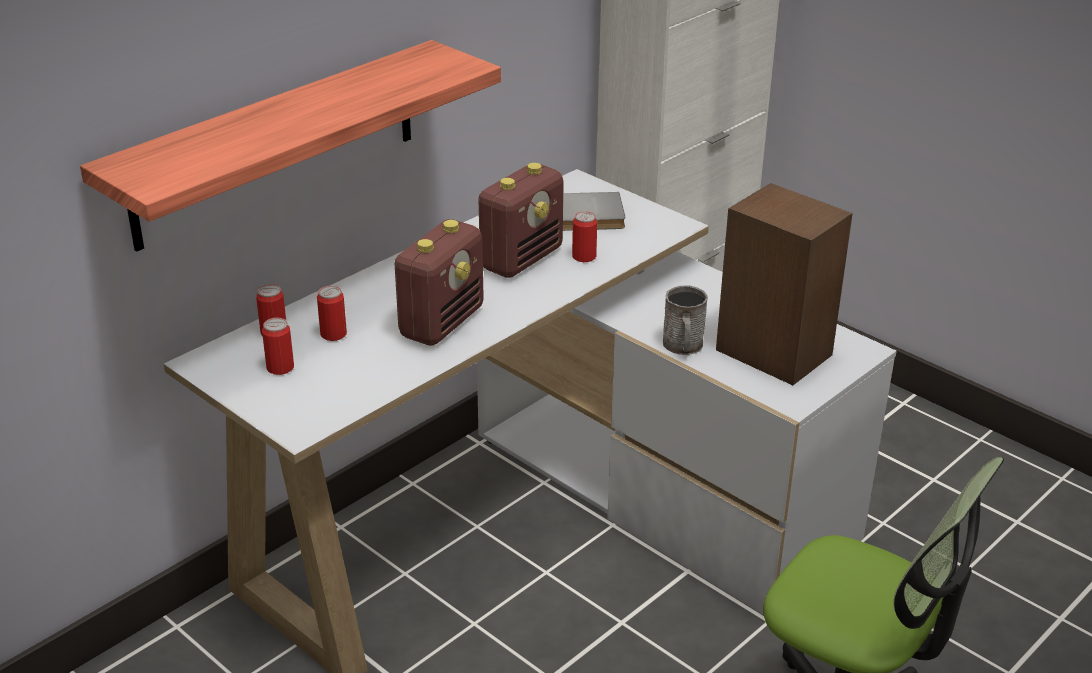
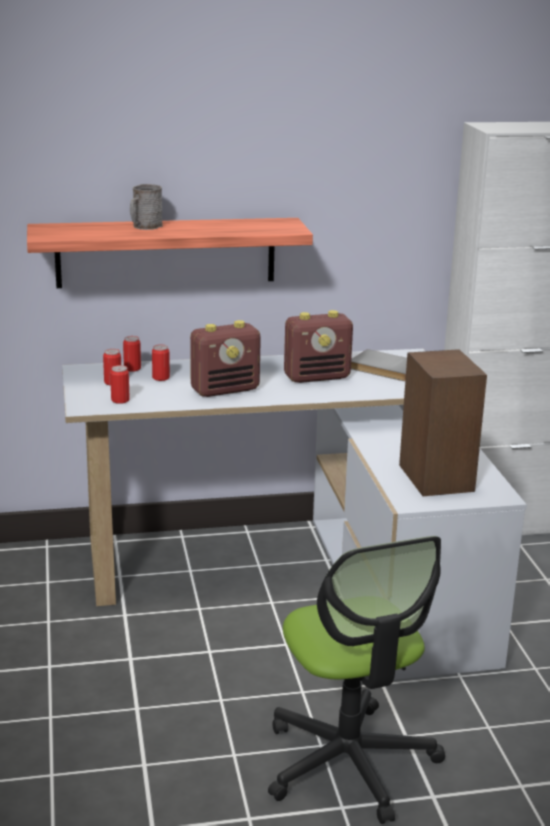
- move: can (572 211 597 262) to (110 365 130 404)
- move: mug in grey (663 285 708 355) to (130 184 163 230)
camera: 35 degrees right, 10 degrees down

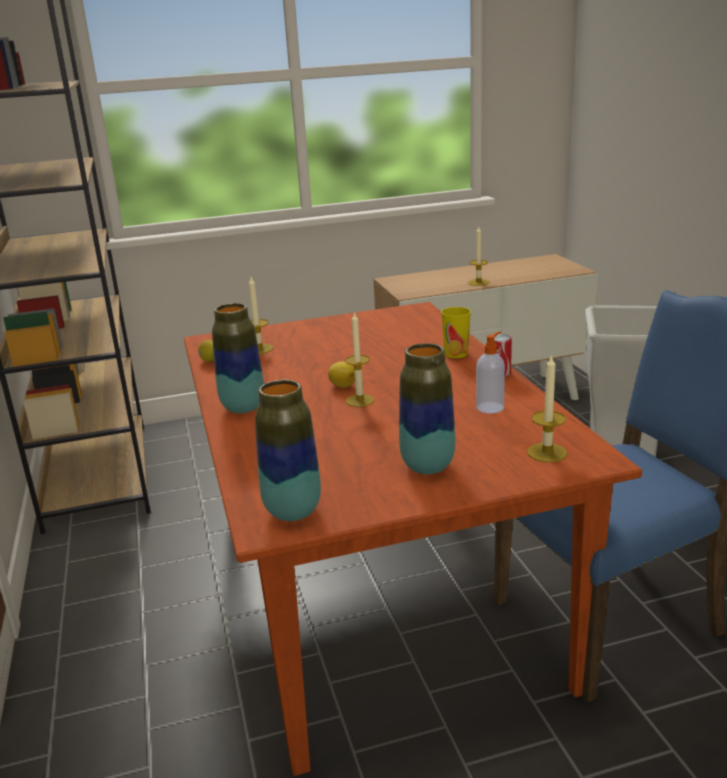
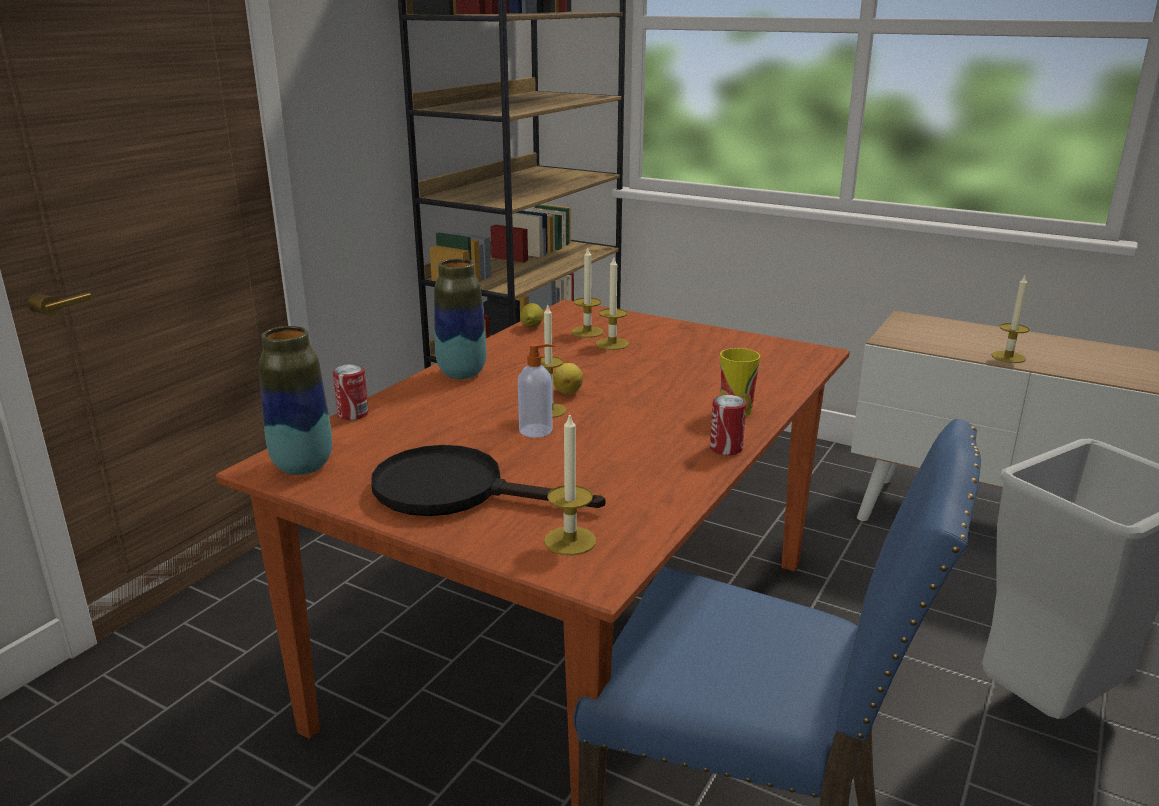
- insert: can (333 364 369 420)
- insert: candle (596 257 629 350)
- move: soap dispenser (476 332 505 413) to (518 343 555 438)
- replace: vase (399 343 455 474) to frying pan in black (371 445 605 516)
camera: 45 degrees right, 0 degrees up

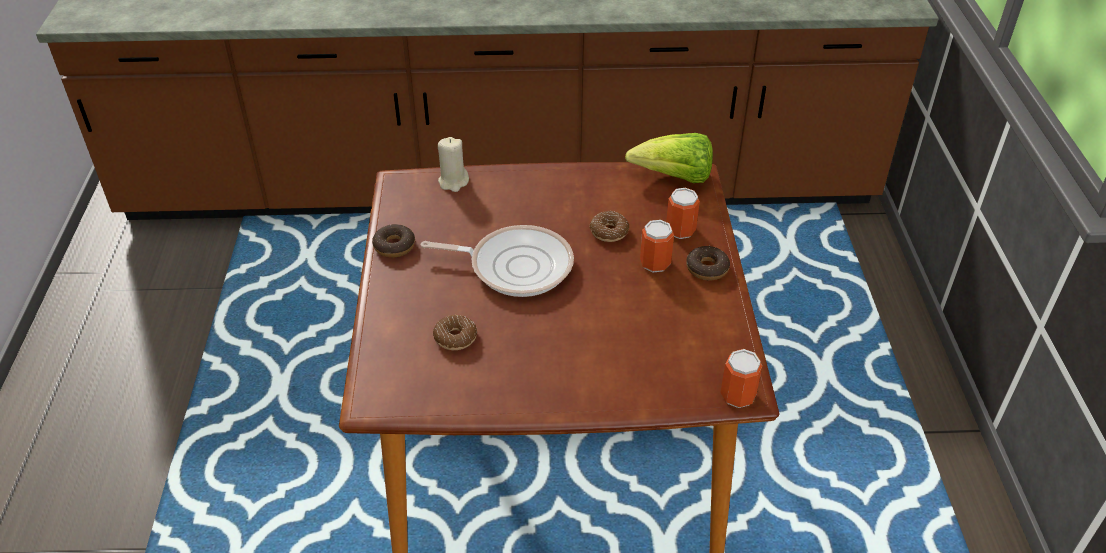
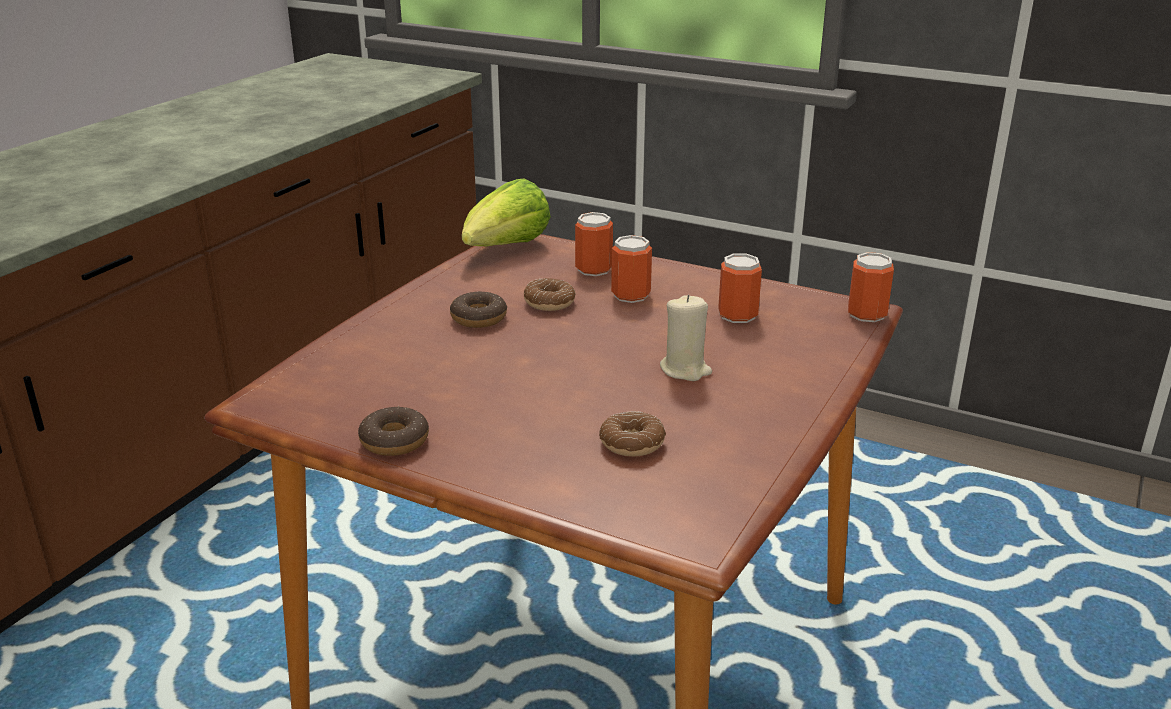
- delete: frying pan (421 225 574 297)
- insert: can (718 254 762 323)
- move: candle in beige (438 137 469 192) to (660 295 712 381)
- move: donut (686 245 730 280) to (450 291 507 328)
camera: 60 degrees left, 15 degrees down

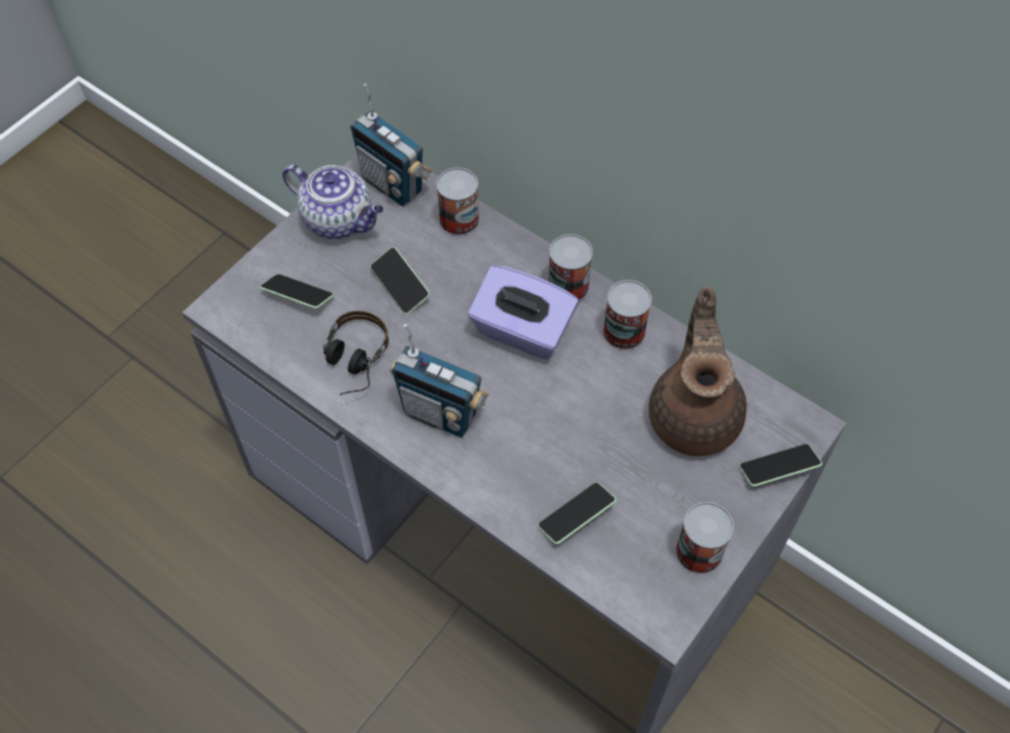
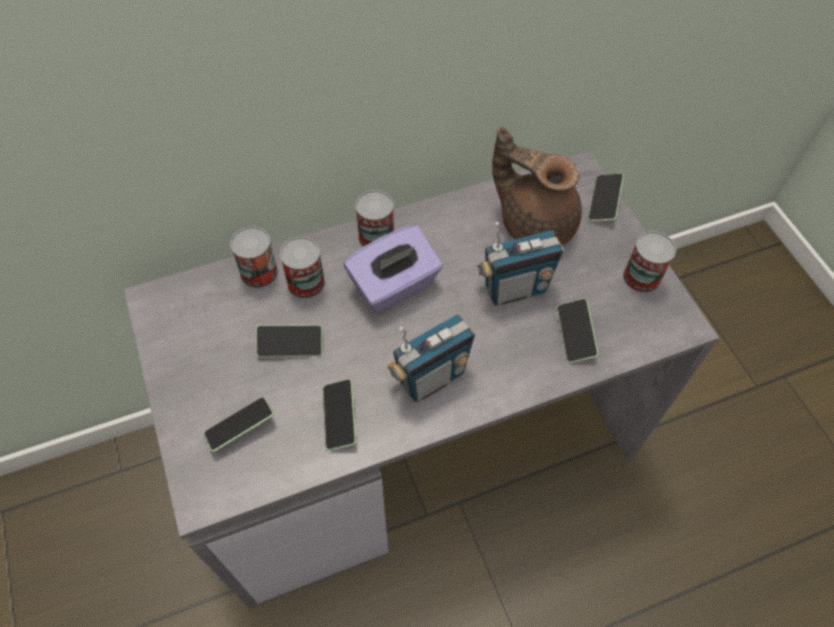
- delete: teapot (283 164 384 239)
- move: radio (351 84 432 206) to (477 222 564 306)
- move: can (603 280 652 350) to (280 237 325 299)
- replace: headphones (323 311 389 395) to phone (323 379 356 451)
camera: 60 degrees left, 0 degrees up

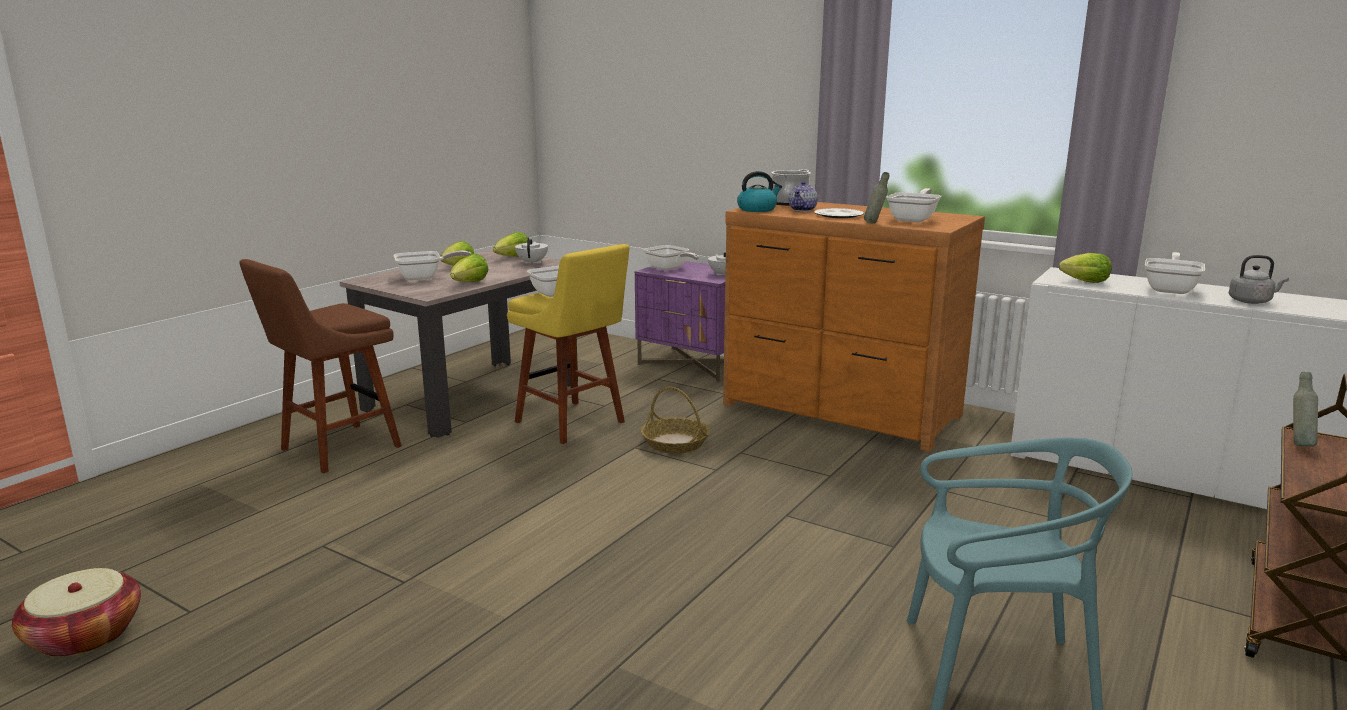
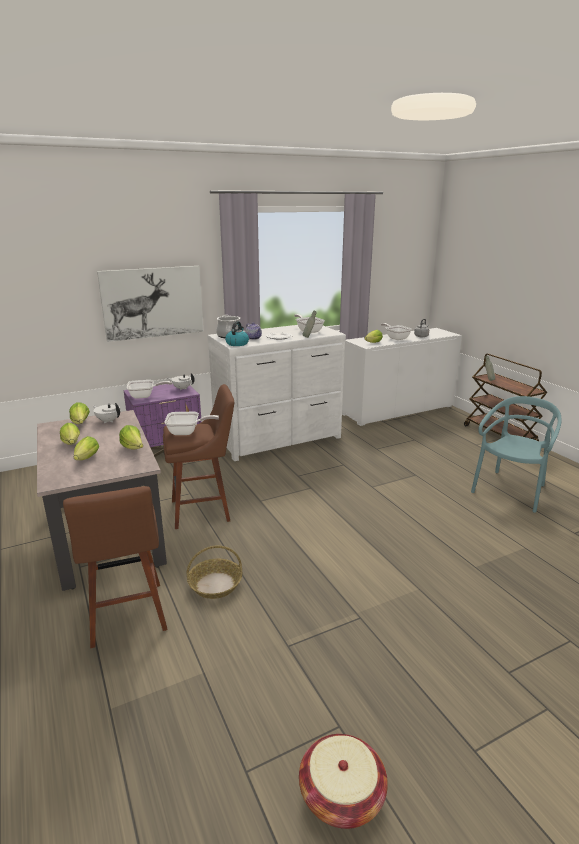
- insert: picture (97 266 204 342)
- move: basket (641 387 710 454) to (187 545 242 599)
- replace: frying pan (393 251 471 280) to lettuce (74 436 99 460)
- recolor: stool in yellow (507 244 629 444) to stool in brown (163 384 234 529)
- recolor: dresser in brown (723 202 985 451) to dresser in white (207 325 346 461)
camera: 60 degrees left, 5 degrees up

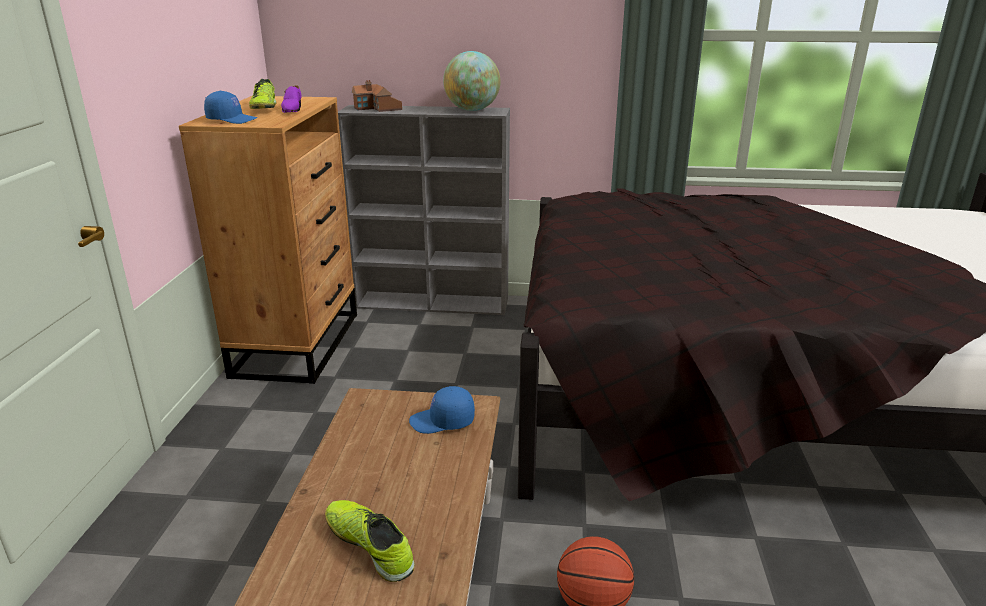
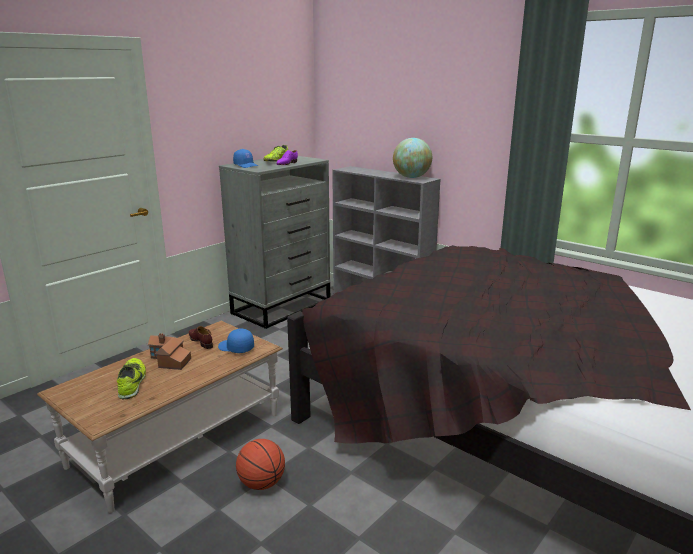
- insert: shoe in brown (189 326 213 349)
- move: toy house (352 80 402 112) to (148 333 191 370)
- recolor: dresser in brown (179 96 357 384) to dresser in grey (219 156 330 329)
camera: 35 degrees right, 5 degrees down

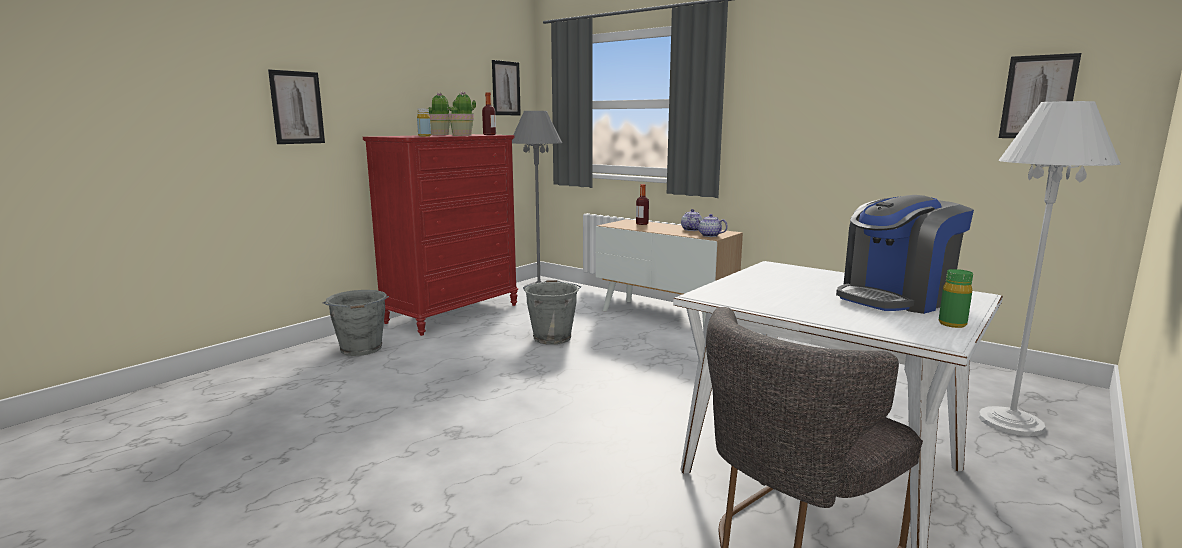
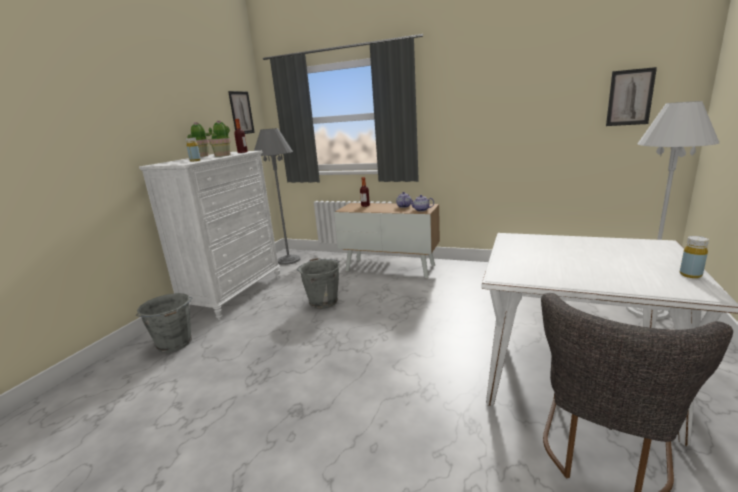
- delete: picture (268 69 325 144)
- delete: coffee machine (836 195 974 314)
- recolor: dresser in red (363 134 518 336) to dresser in white (139 151 280 320)
- recolor: bottle in green (939 269 973 328) to bottle in yellow (680 236 709 278)
camera: 15 degrees left, 5 degrees up

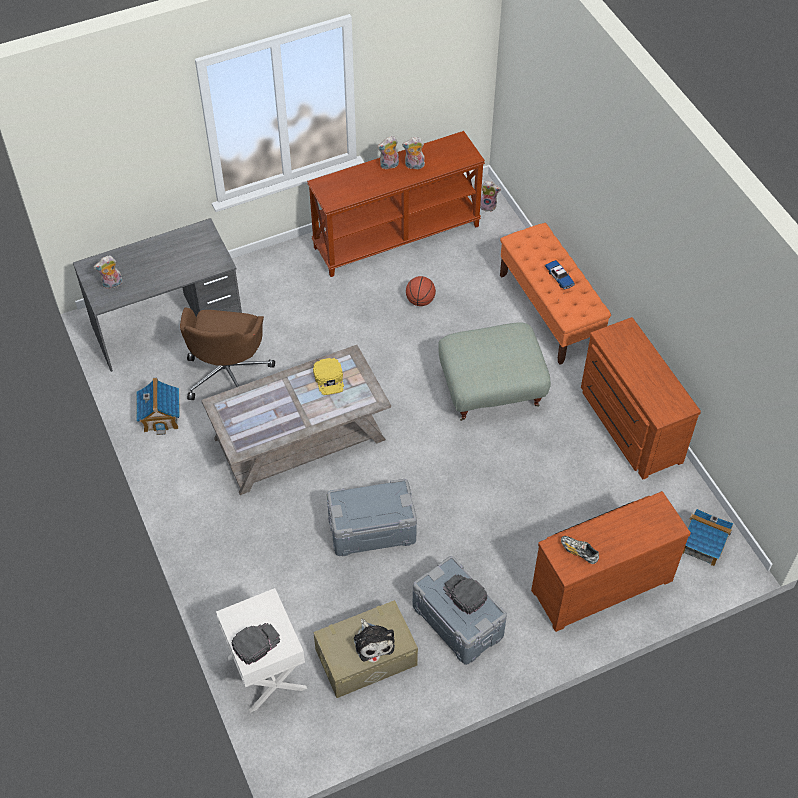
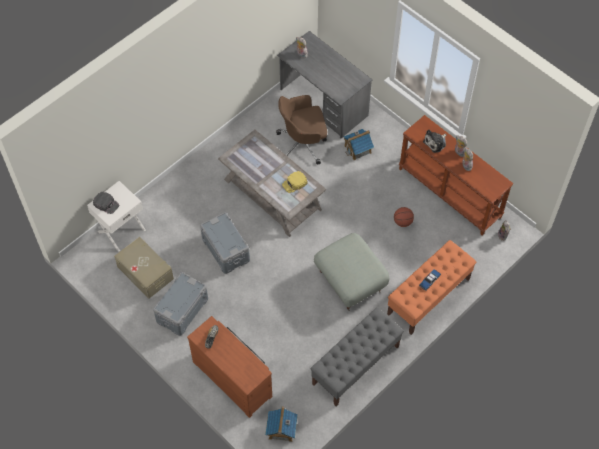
- delete: cap in black (443 574 487 615)
- move: toy house (136 378 180 435) to (343 129 374 160)
- move: plush toy (354 619 395 662) to (423 130 446 153)
- replace: dresser in brown (581 317 701 479) to bench in grey (310 307 404 406)
camera: 70 degrees right, 5 degrees up

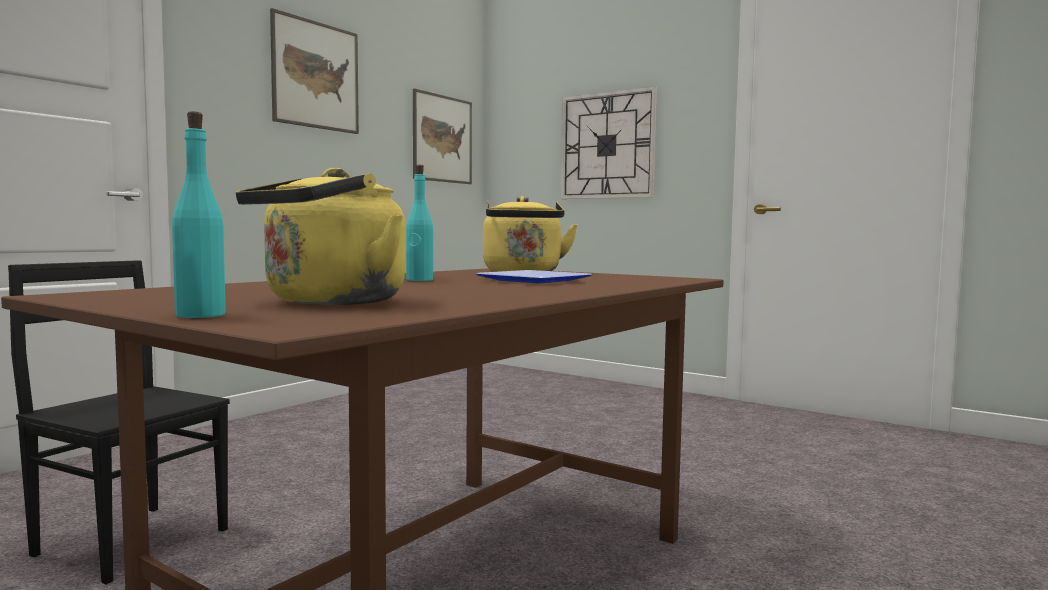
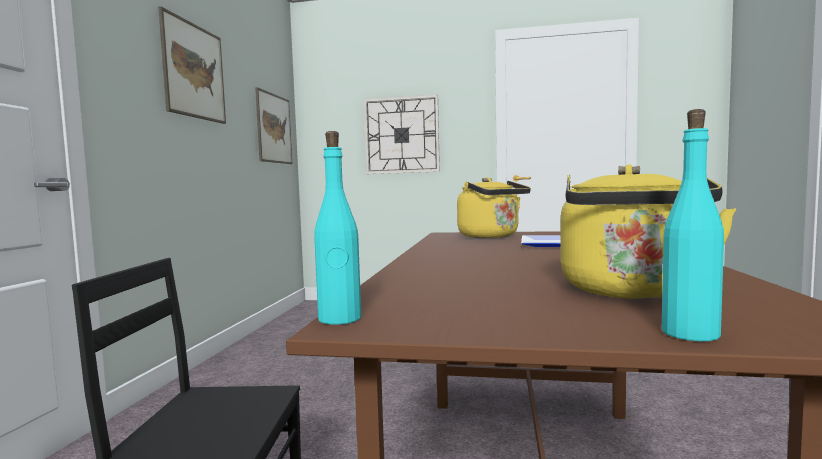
- move: bottle in turquoise (406 165 433 281) to (314 131 361 325)
camera: 25 degrees left, 0 degrees up

